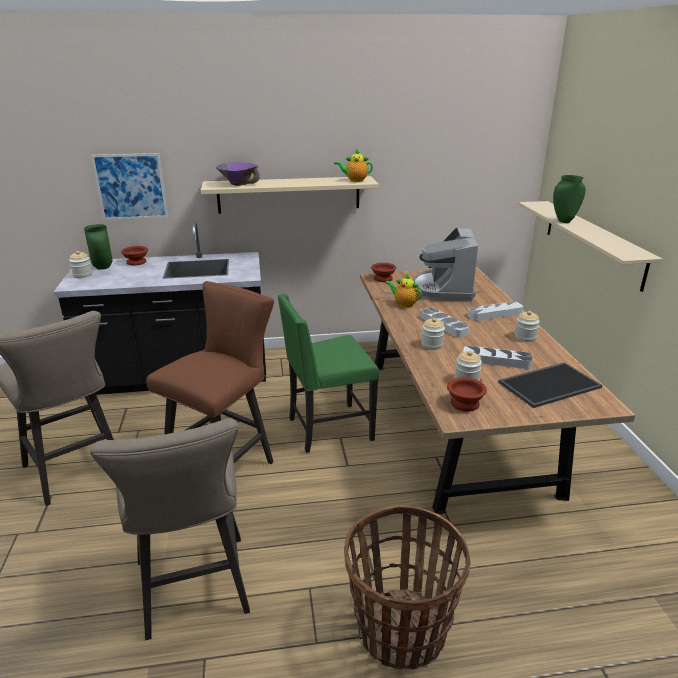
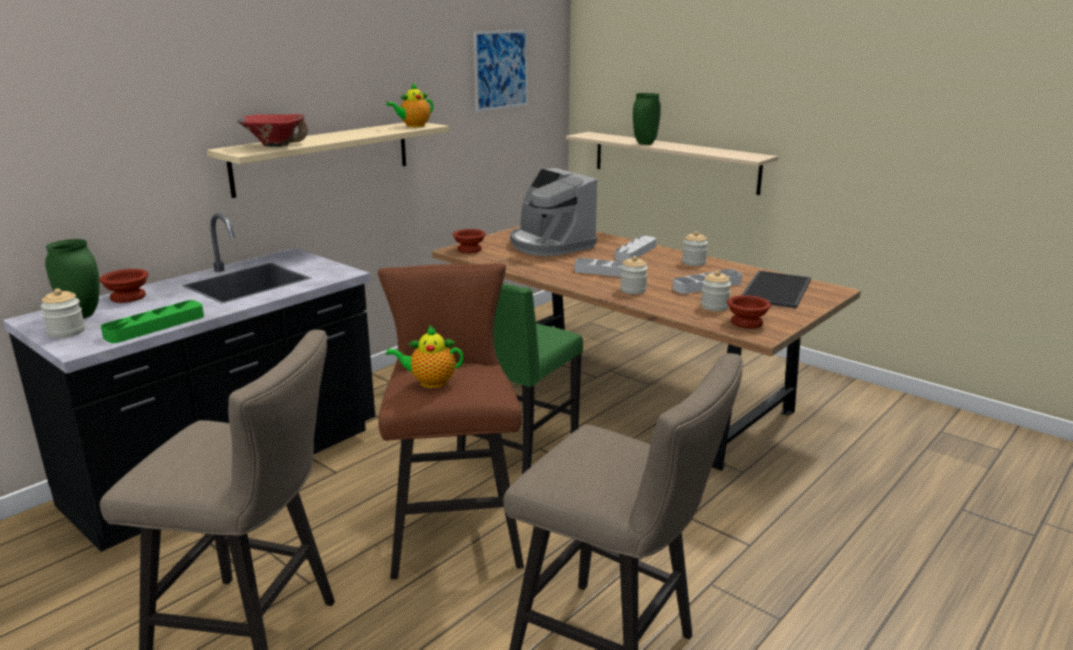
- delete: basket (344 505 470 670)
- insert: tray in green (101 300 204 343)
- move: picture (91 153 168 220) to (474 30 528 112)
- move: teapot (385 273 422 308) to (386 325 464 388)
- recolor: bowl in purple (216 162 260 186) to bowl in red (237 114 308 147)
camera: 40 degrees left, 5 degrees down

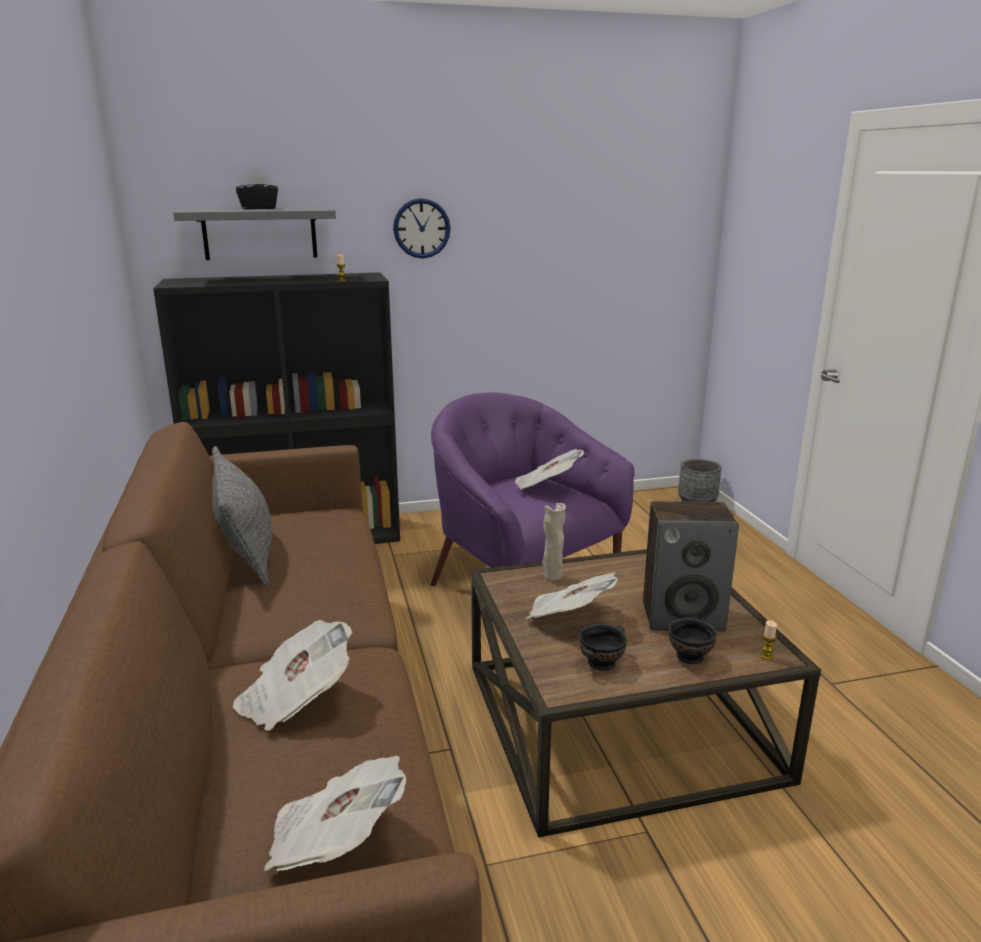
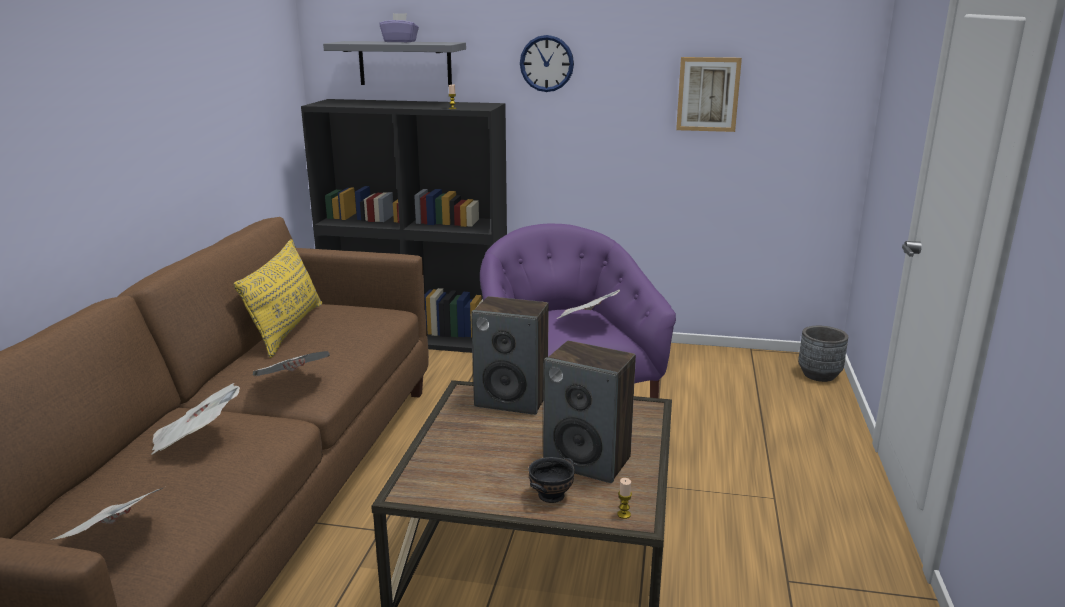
- delete: bowl in black (579 624 627 671)
- insert: picture (676 57 742 132)
- move: newspaper (526 572 618 619) to (253 351 330 376)
- replace: vase in beige (542 503 566 580) to speaker (471 296 549 415)
- recolor: pillow in grey (212 446 272 587) to pillow in yellow (234 239 322 358)
- recolor: tissue box in black (236 176 278 209) to tissue box in purple (379 13 419 42)
camera: 25 degrees right, 0 degrees up

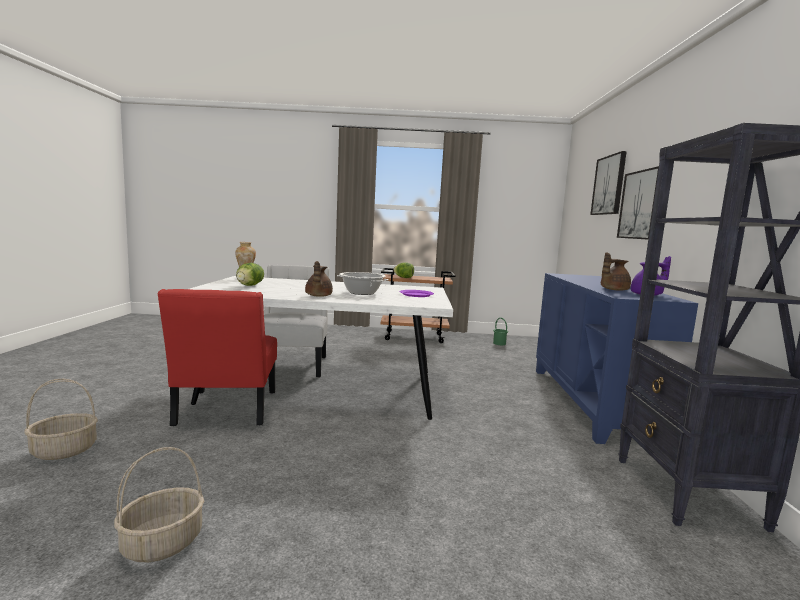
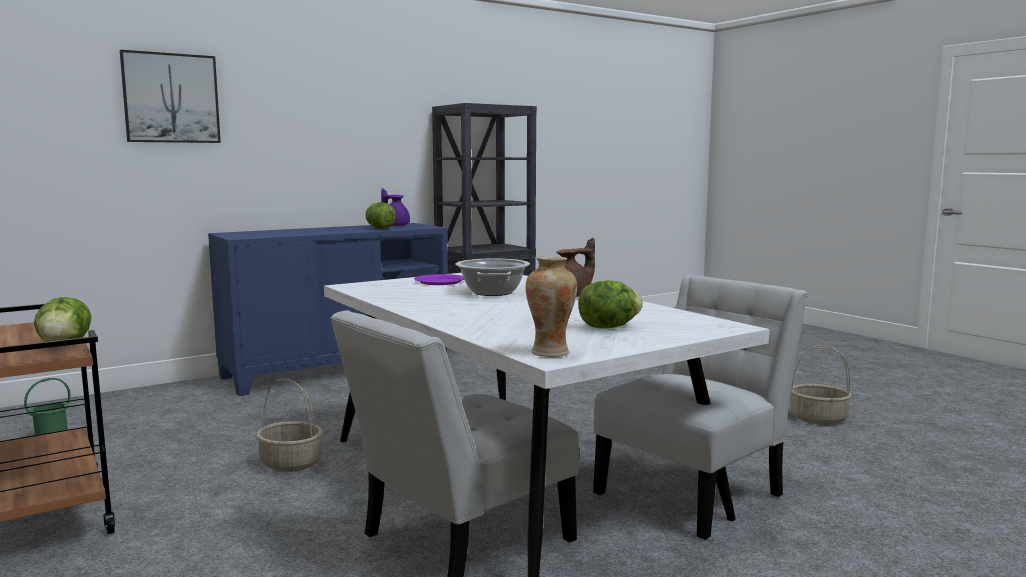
- delete: picture (617 166 659 240)
- move: basket (24 379 98 460) to (256 378 323 472)
- replace: teapot in brown (601 252 631 291) to lettuce (365 202 396 229)
- recolor: chair in red (157 289 277 426) to chair in white (593 275 808 540)
camera: 125 degrees left, 0 degrees up

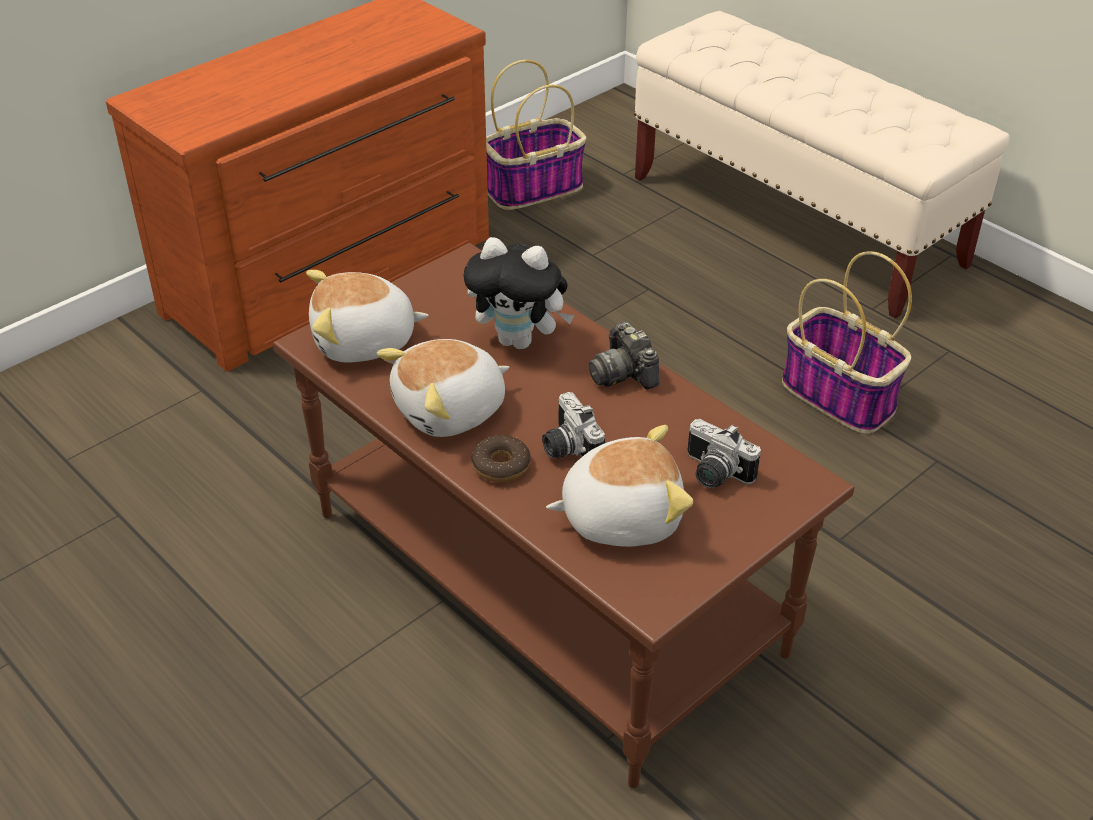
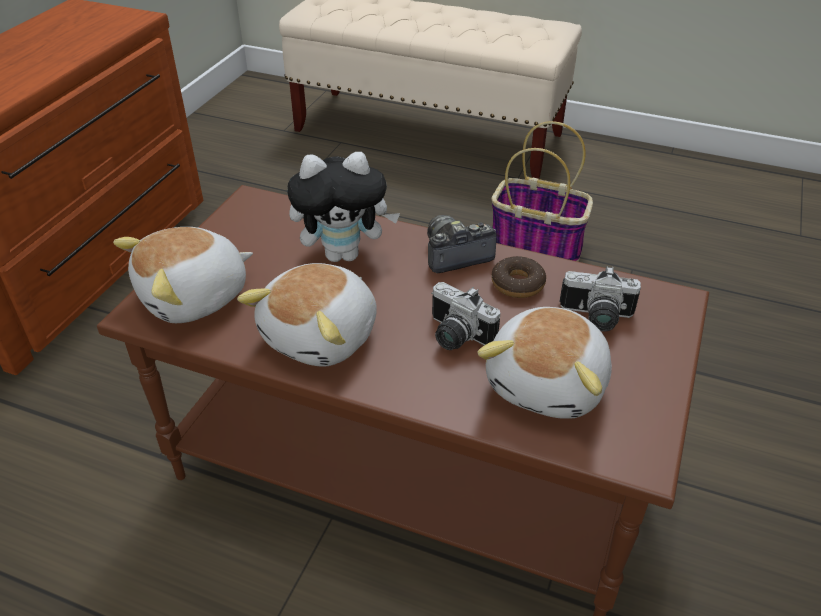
- delete: basket (486 60 586 210)
- move: donut (472 435 531 483) to (491 256 546 298)
- rotate: plush toy (546 425 693 547) = (477 307 612 419) 150 degrees clockwise
- rotate: photo camera (589 322 659 389) = (427 215 497 273) 120 degrees clockwise
camera: 25 degrees left, 0 degrees up

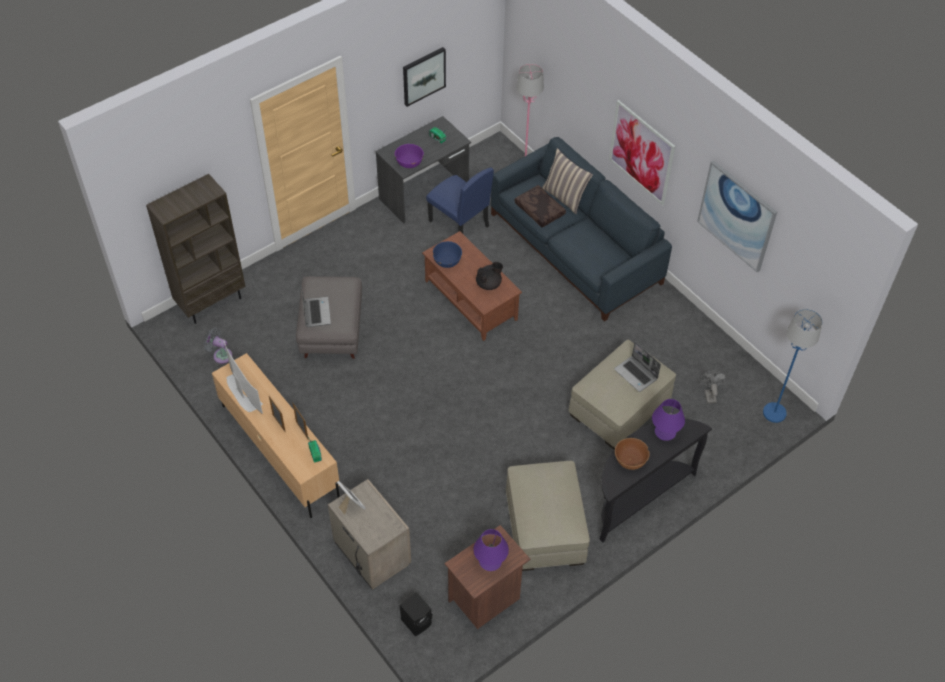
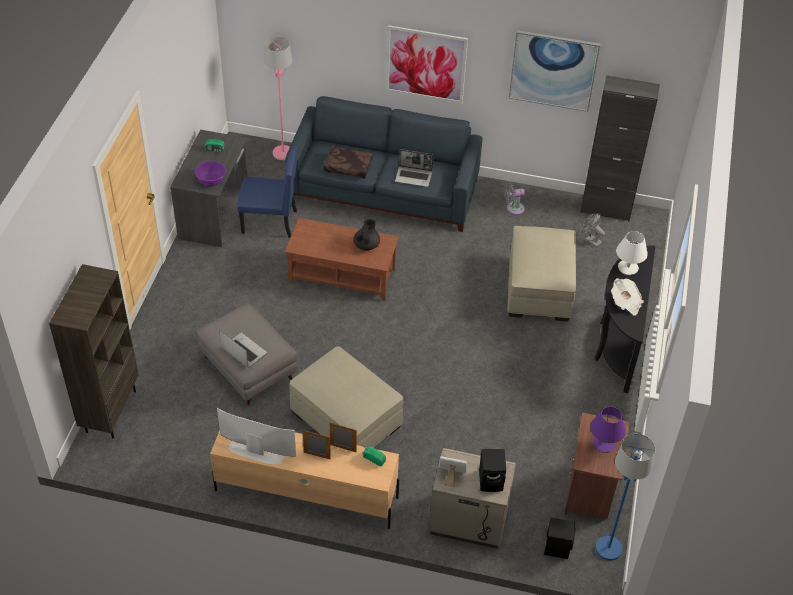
- delete: picture (403 47 446 107)
- delete: bowl in blue (433 241 462 268)
- delete: pillow (542 148 593 214)
- insert: speaker in black (479 449 506 492)
- insert: cabinet in black (580 75 660 221)
- move: fan in grey (203 327 233 364) to (504 182 525 215)
- move: ottoman in beige (506 461 590 571) to (289 346 403 447)
- move: laptop (614 342 661 392) to (395 149 434 187)
- move: floor lamp in blue (763 309 823 423) to (595 434 655 561)
- replace: bowl in brown (615 438 650 470) to newspaper (611 278 644 316)
- recolor: table lamp in purple (652 399 685 441) to table lamp in white (616 231 648 275)
camera: 40 degrees left, 5 degrees down

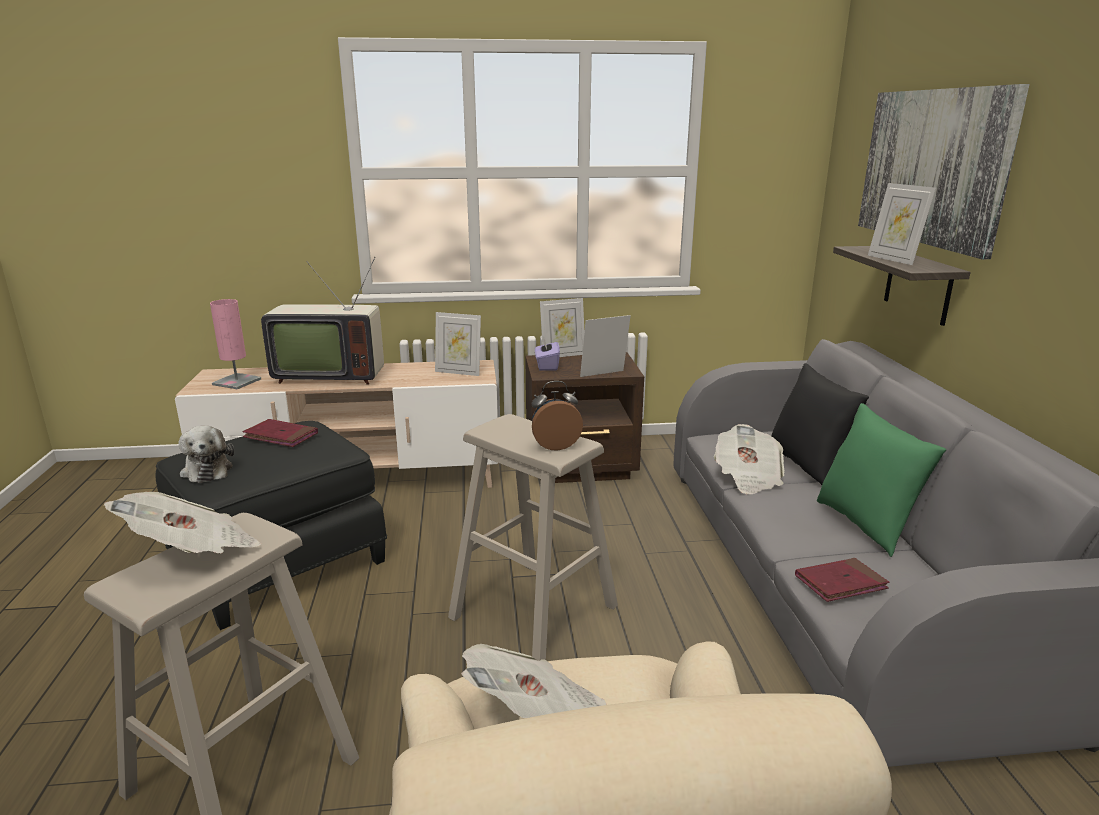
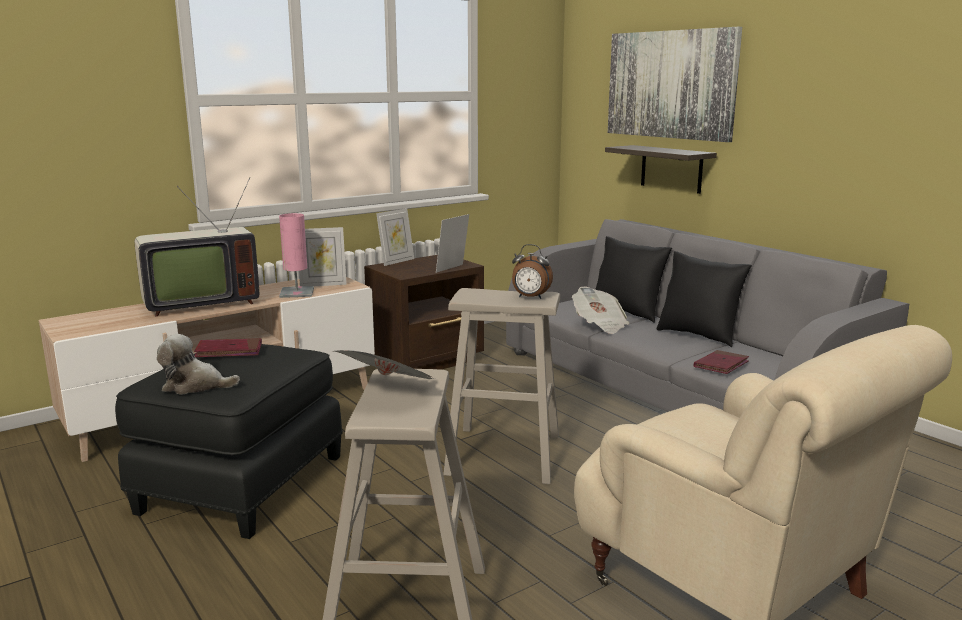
- delete: newspaper (461 644 606 718)
- delete: tissue box in purple (535 336 560 371)
- delete: picture frame (868 183 936 265)
- move: table lamp in pink (210 299 261 389) to (279 213 314 298)
- recolor: pillow in green (817 403 946 557) to pillow in black (656 251 752 347)
- rotate: plush toy (179 426 234 483) = (157 334 240 395) 150 degrees clockwise
- rotate: alarm clock (532 381 583 450) = (512 244 553 299) 120 degrees counterclockwise
camera: 30 degrees left, 5 degrees down

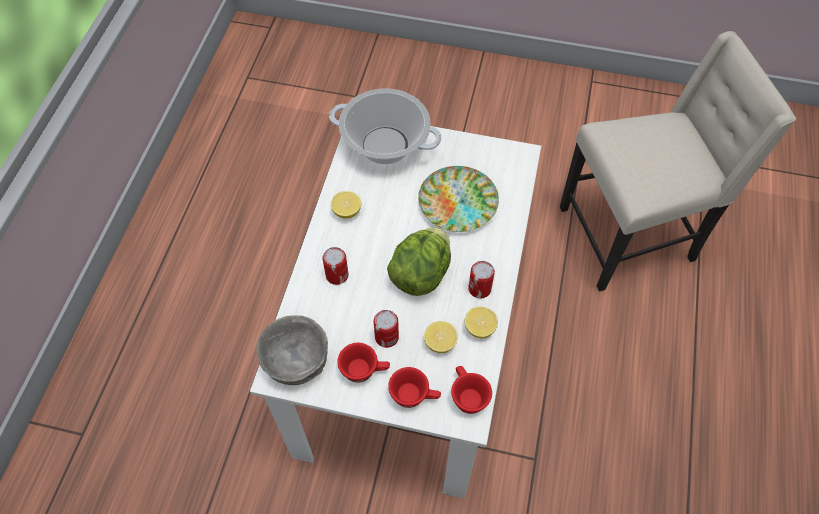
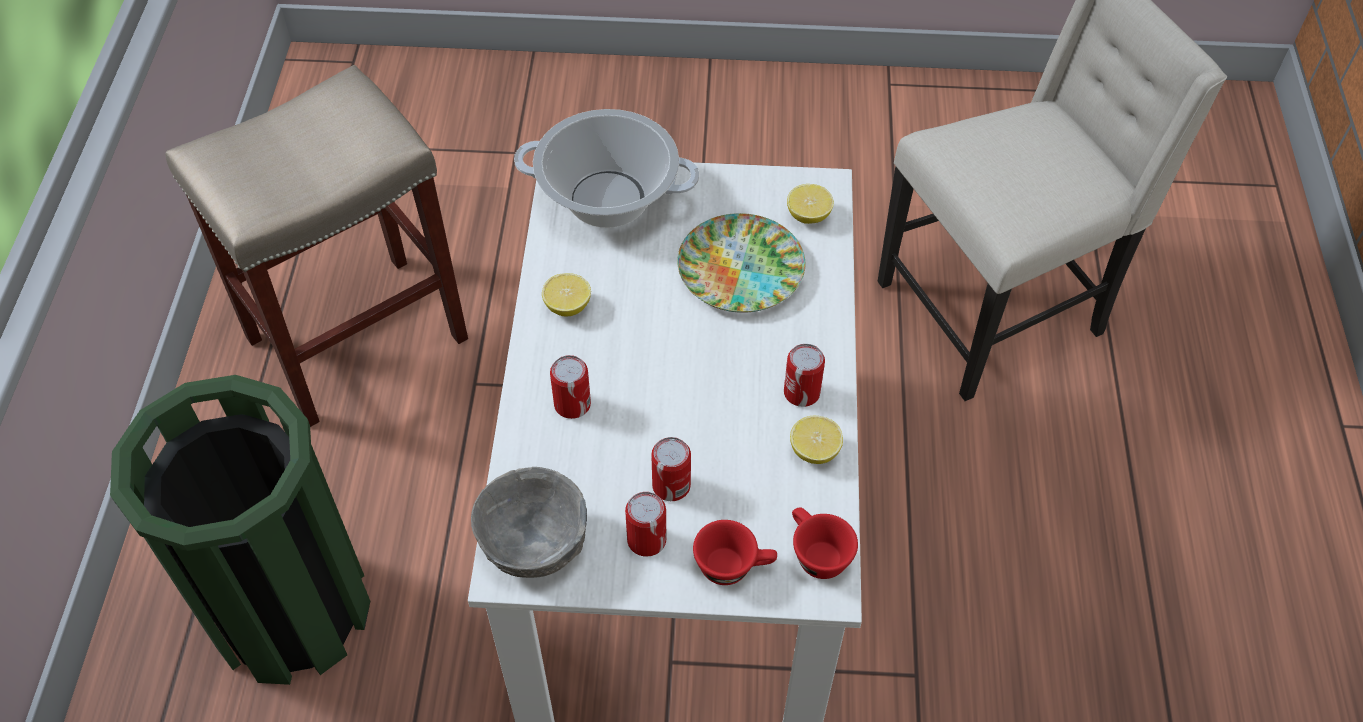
- delete: lettuce (387 227 451 296)
- insert: trash can in green (110 375 370 685)
- insert: stool in beige (165 65 468 427)
- move: lemon (424 321 458 353) to (787 184 834 224)
- replace: cup in red (337 343 390 383) to can (625 492 666 557)
camera: 10 degrees left, 5 degrees down

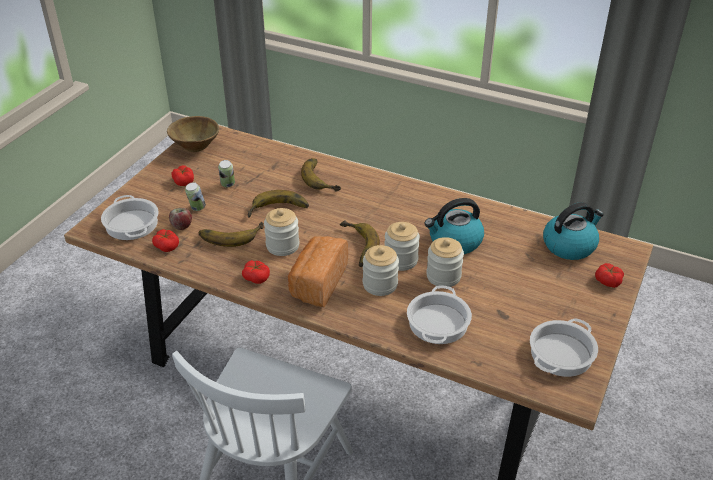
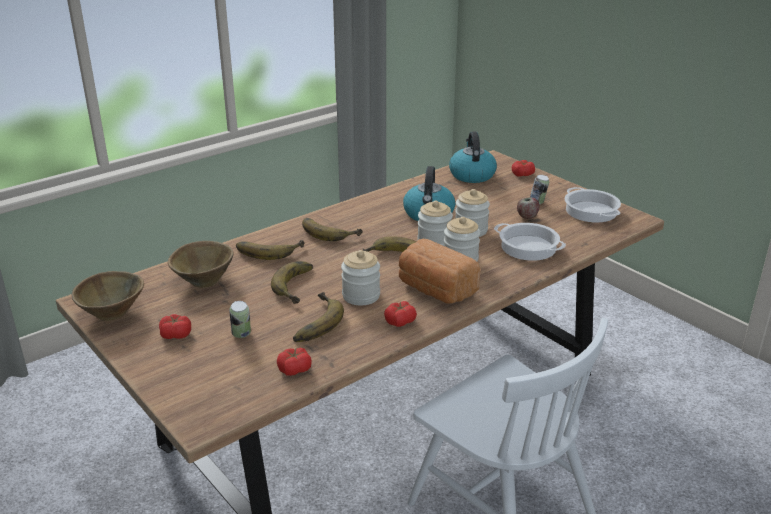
- delete: cooking pot (101 195 159 240)
- insert: bowl in brown (168 241 234 288)
- insert: banana (302 218 363 241)
- move: apple (169 208 192 230) to (517 197 539 219)
- move: can (218 160 235 187) to (530 175 549 204)
camera: 65 degrees left, 10 degrees down

